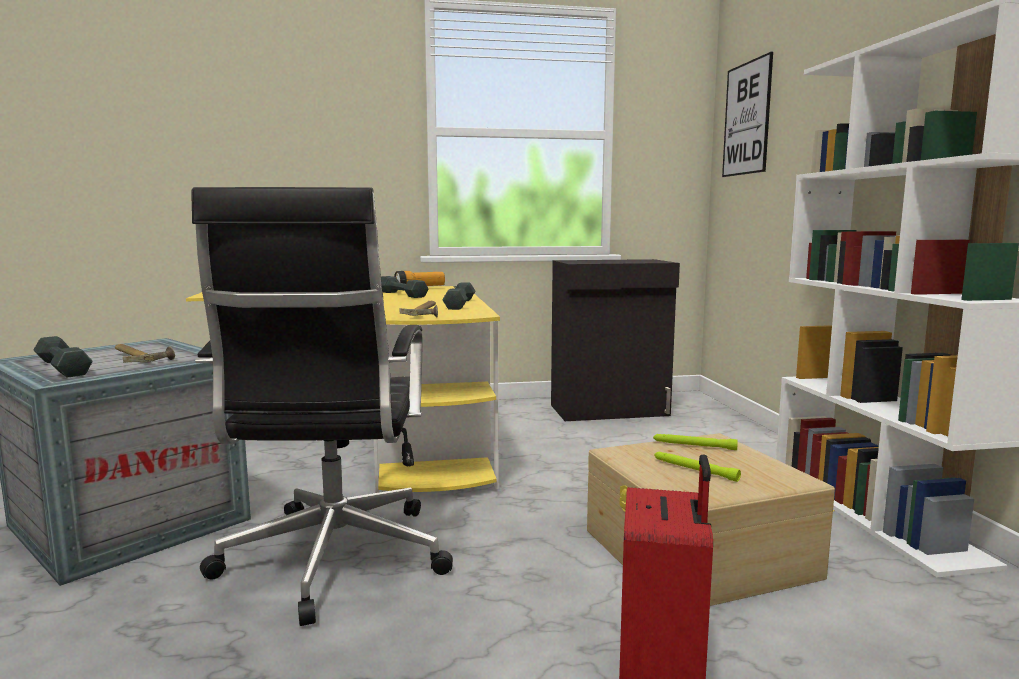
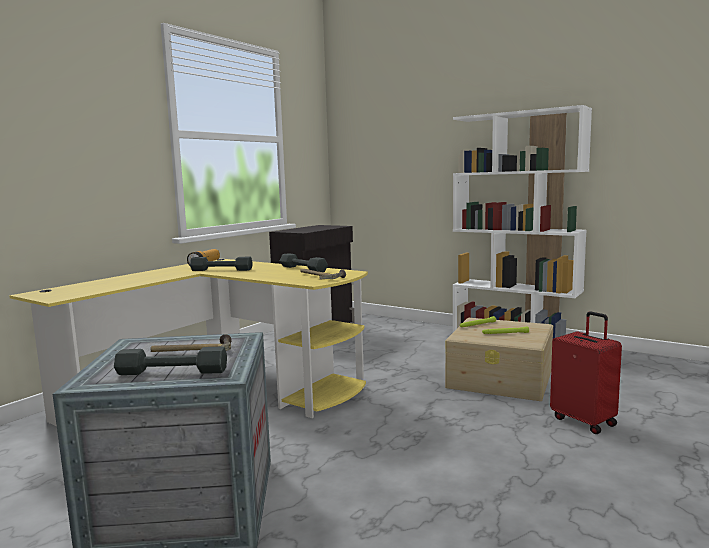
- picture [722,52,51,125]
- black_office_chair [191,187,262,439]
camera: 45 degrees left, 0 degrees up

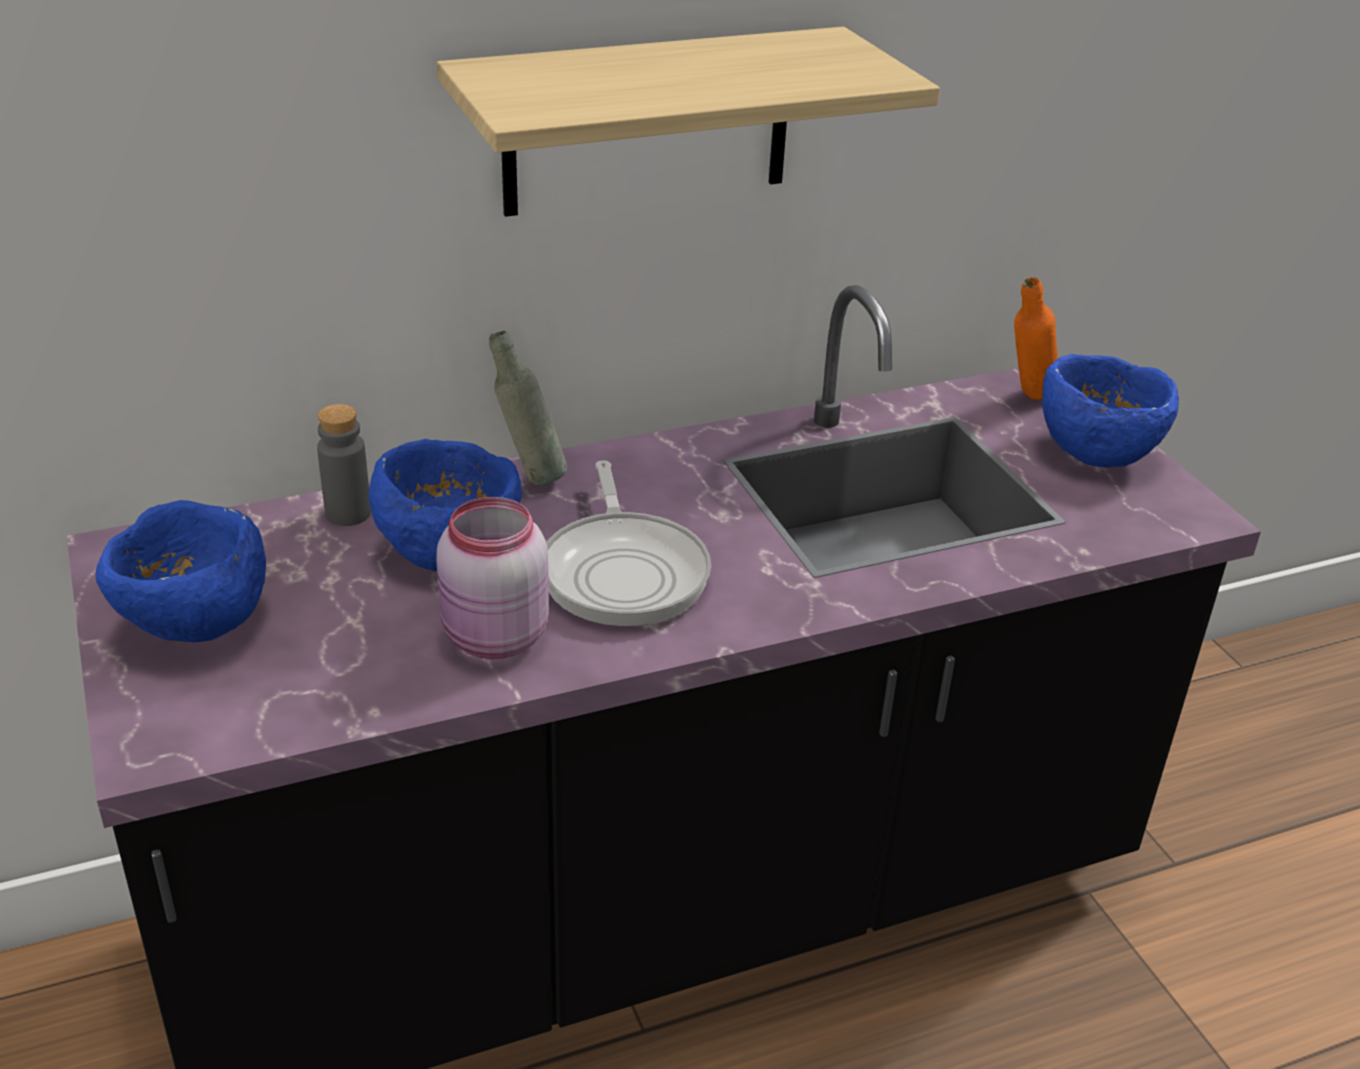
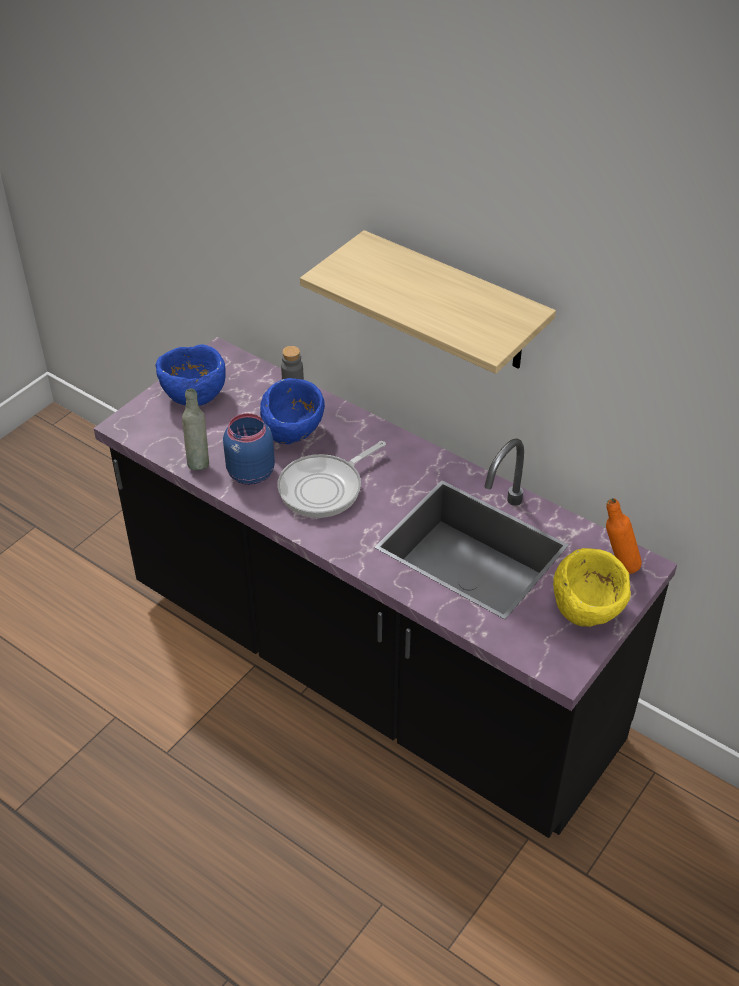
~ grey_drink_bottle [489,331,78,154] to [182,388,27,82]
~ bluish_serving_bowl [1042,354,137,113] to yellowish_serving_bowl [553,548,78,79]
~ pink_preserve_jar [436,497,113,162] to bluish_preserve_jar [223,413,52,72]
camera: 60 degrees right, 10 degrees up

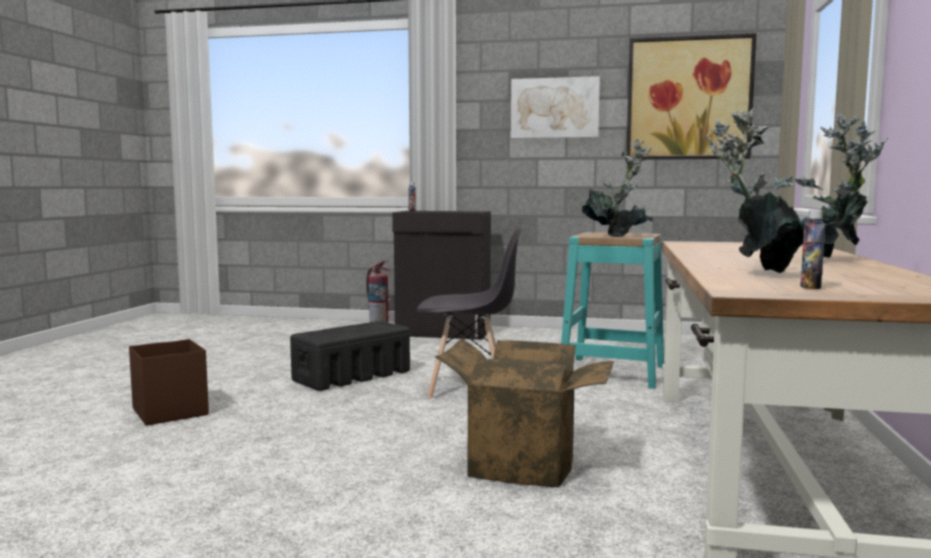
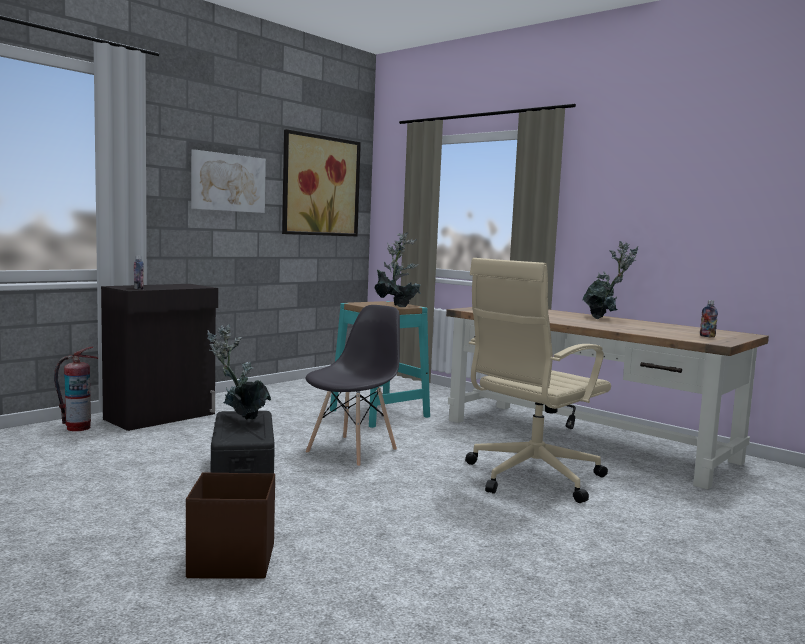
~ plant_in_a_pot [706,108,98,165] to [207,324,64,96]
~ cardboard_box [435,338,179,150] to beige_office_chair [465,258,146,245]
camera: 60 degrees left, 0 degrees up

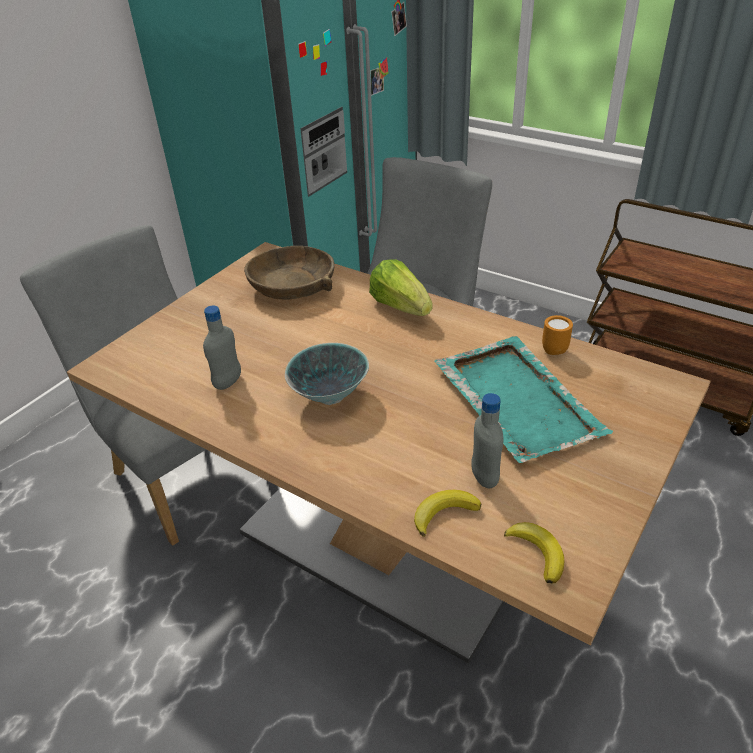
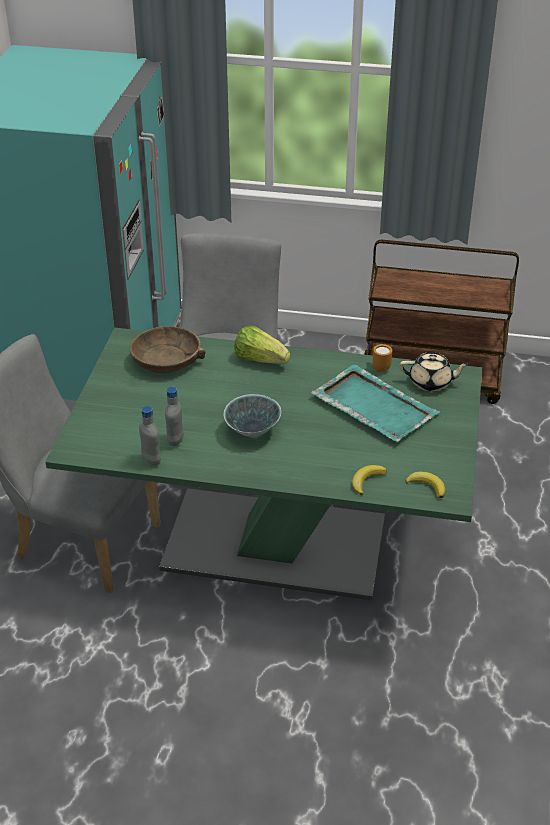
~ brown_dinner_table [67,242,644,421] to green-coloured_dinner_table [45,328,437,272]
~ grey_drink_bottle [472,393,31,95] to [139,406,22,60]
+ beige_teapot [400,352,70,39]
camera: 25 degrees left, 0 degrees up

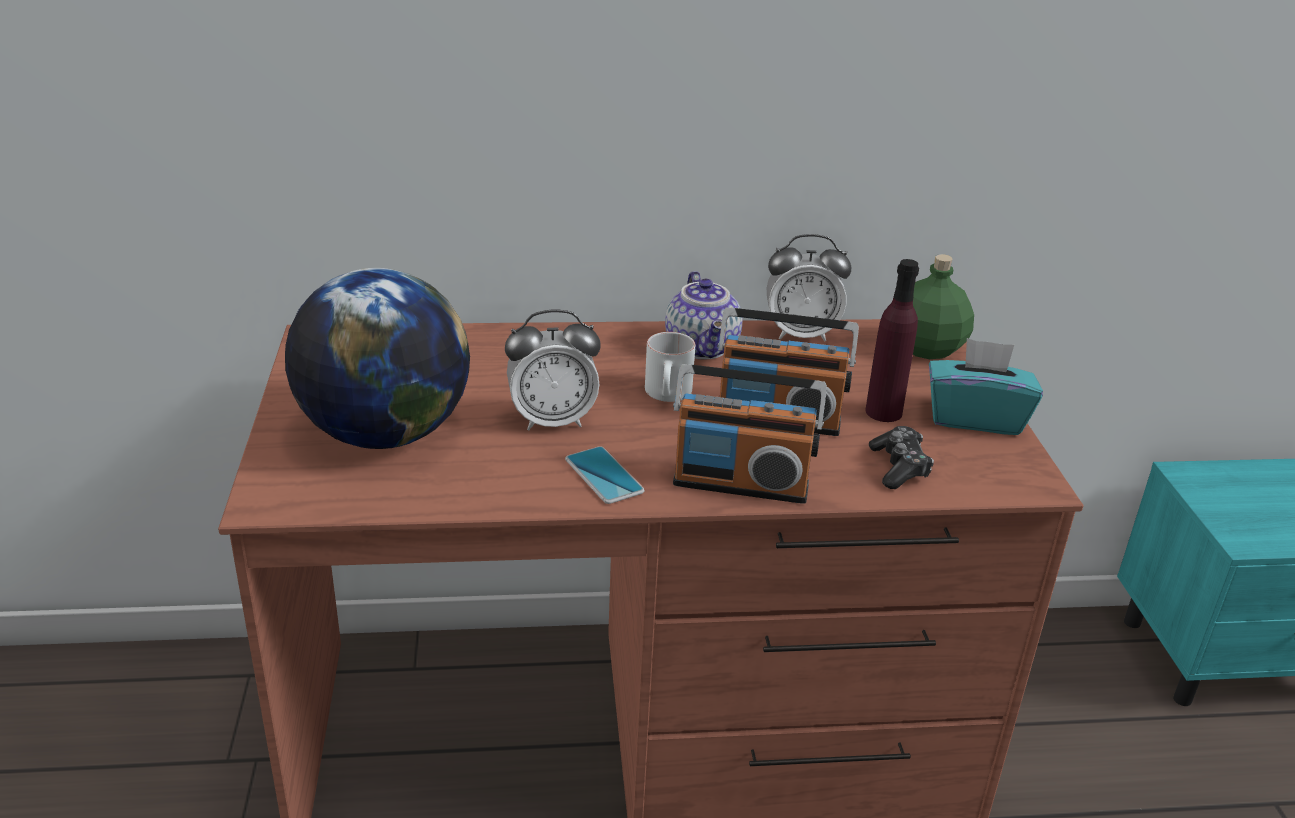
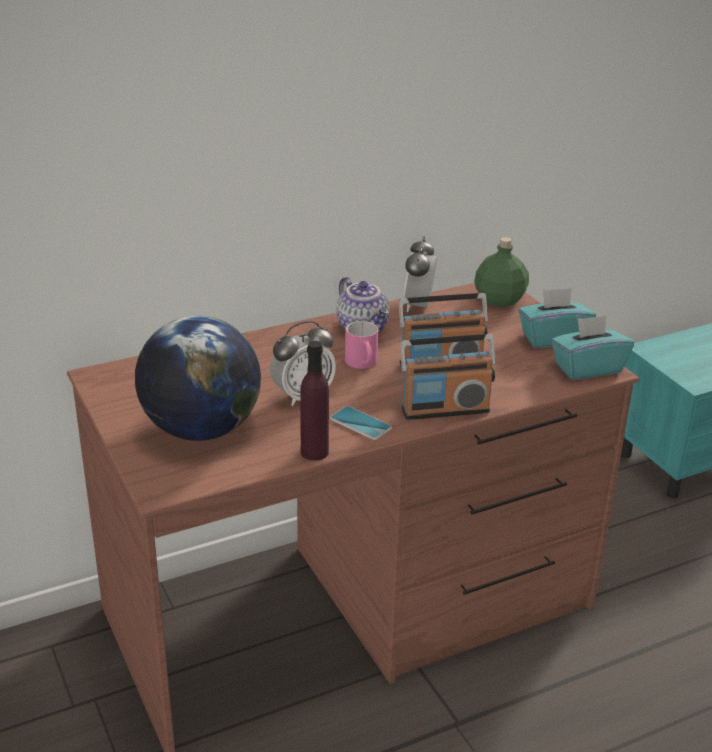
~ table_clock [767,234,84,108] = [403,236,34,76] 120 degrees clockwise
~ purple-coloured_drink_bottle [865,259,54,163] to [300,341,29,120]
~ whitish_mug [645,332,50,70] to pink_mug [345,321,33,48]
- gamepad [869,426,65,63]
+ blue-green_tissue_holder [551,315,83,65]
camera: 20 degrees left, 0 degrees up

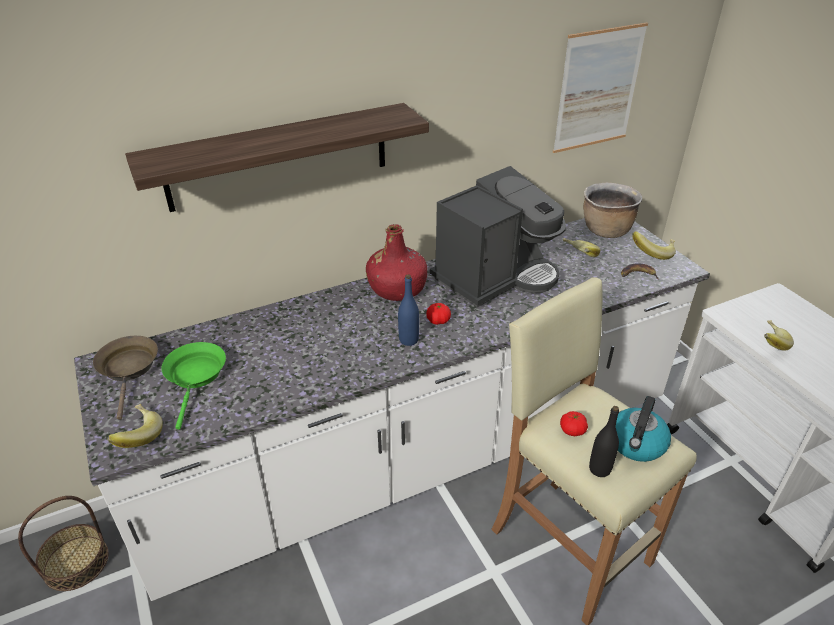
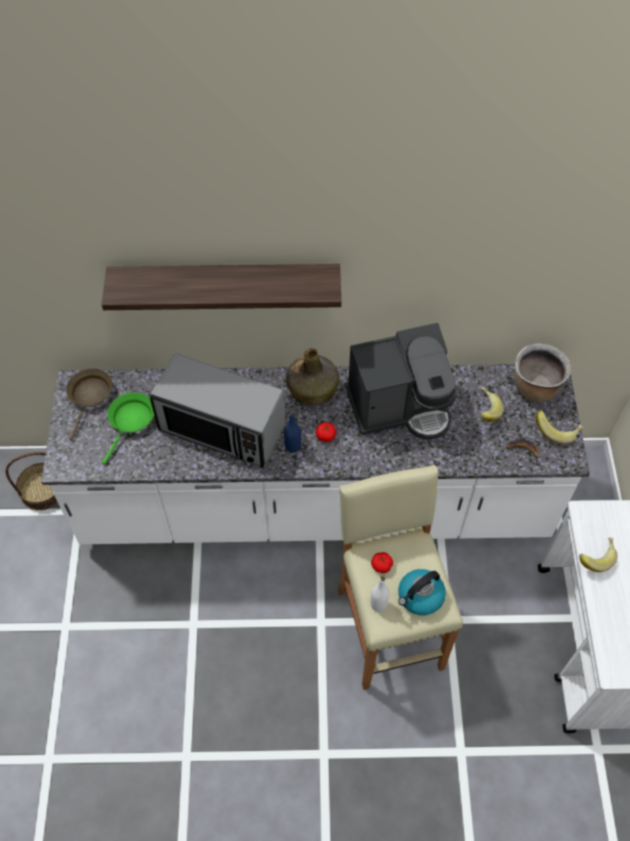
- picture [553,23,95,130]
~ red-coloured_drink_bottle [366,224,61,77] to green-coloured_drink_bottle [286,348,53,58]
- whole_banana [108,404,55,44]
~ black_drink_bottle [589,406,30,71] to whitish_drink_bottle [370,576,19,36]
+ microwave_oven [150,353,135,115]
camera: 25 degrees right, 20 degrees up

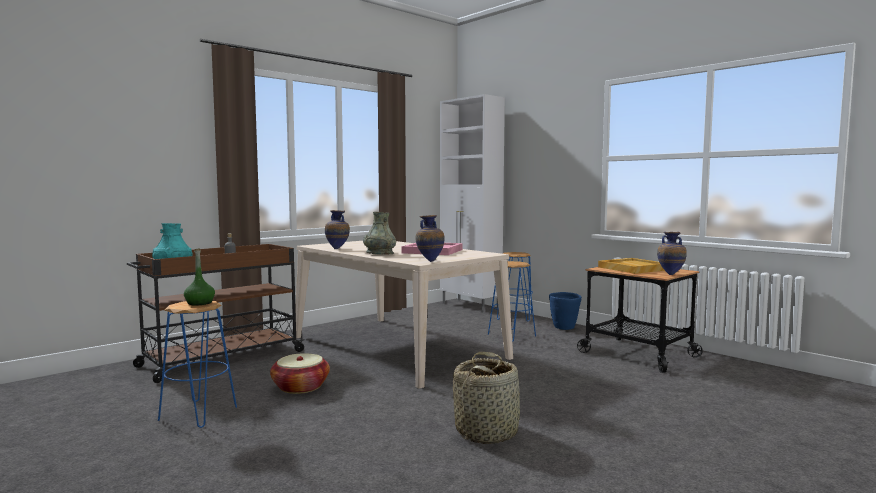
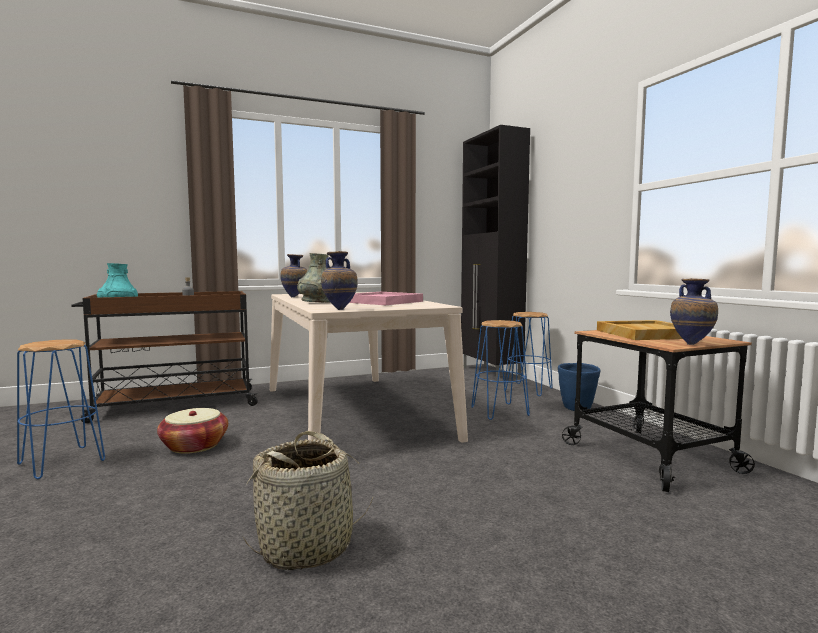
~ whitish_cabinet [440,94,65,218] to black_cabinet [461,125,69,256]
- green-coloured_drink_bottle [184,249,31,57]
camera: 20 degrees right, 0 degrees up

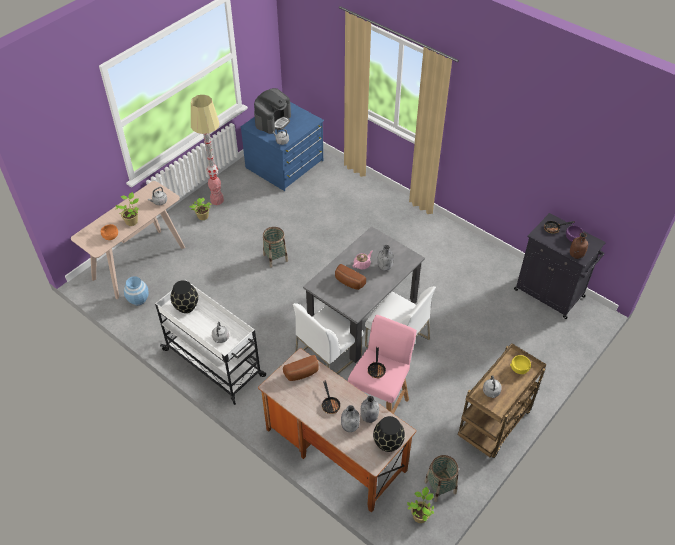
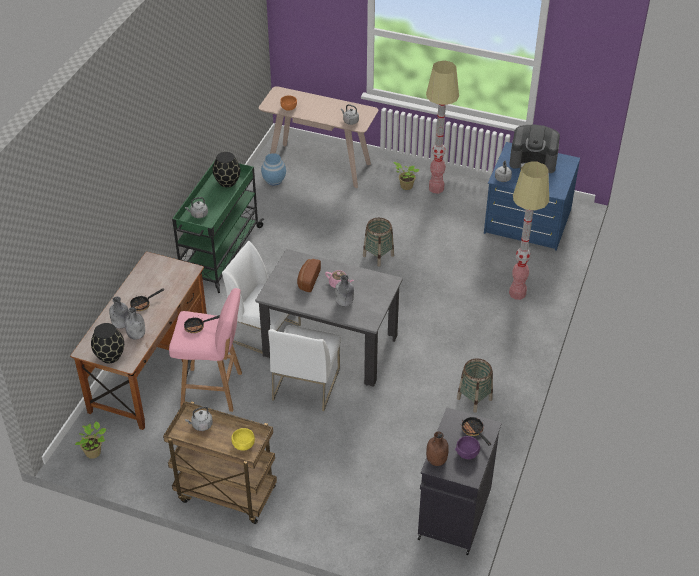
- plant_in_a_pot [116,192,23,34]
~ whitish_trolley [155,280,111,125] to green-coloured_trolley [172,159,92,134]
- baked_bread [283,355,36,26]
~ basket [424,455,35,47] to [457,358,36,55]
+ standard_lamp [509,162,40,138]
camera: 70 degrees right, 5 degrees down

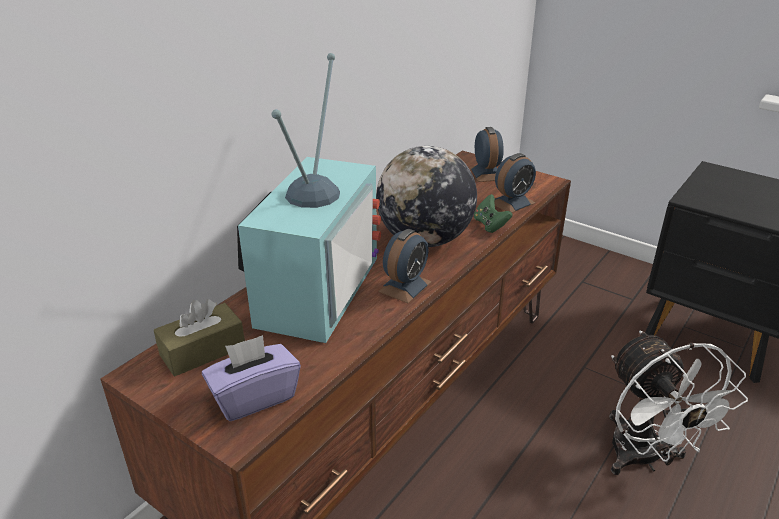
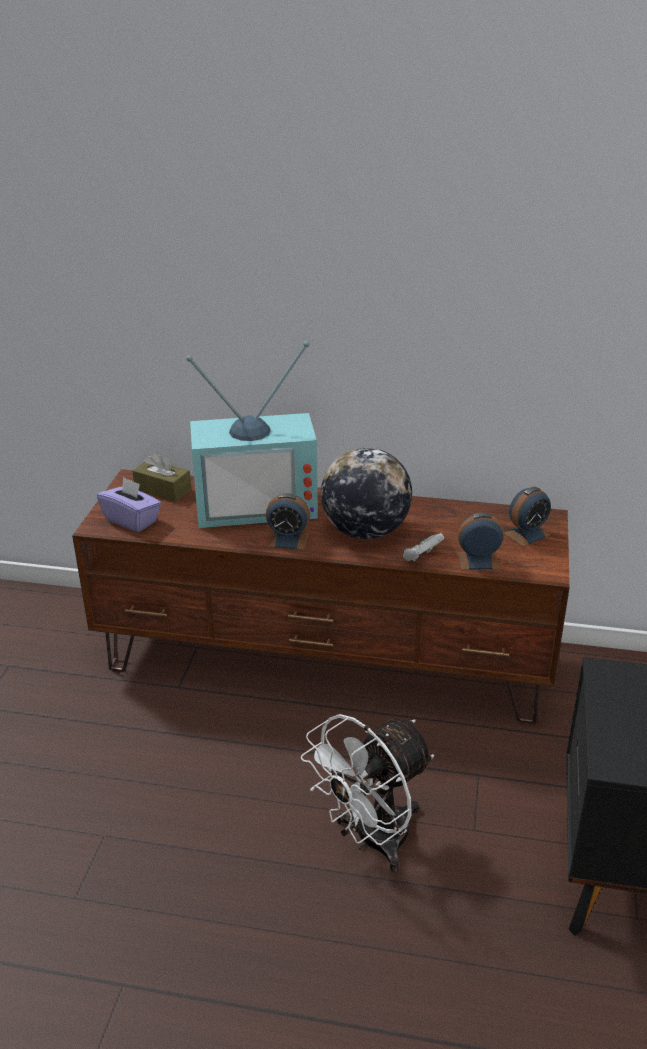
~ table_clock [495,153,41,60] = [457,512,47,58] 150 degrees clockwise
~ green-coloured_gamepad [474,194,38,39] to whitish_gamepad [403,533,41,29]
camera: 65 degrees right, 0 degrees up

